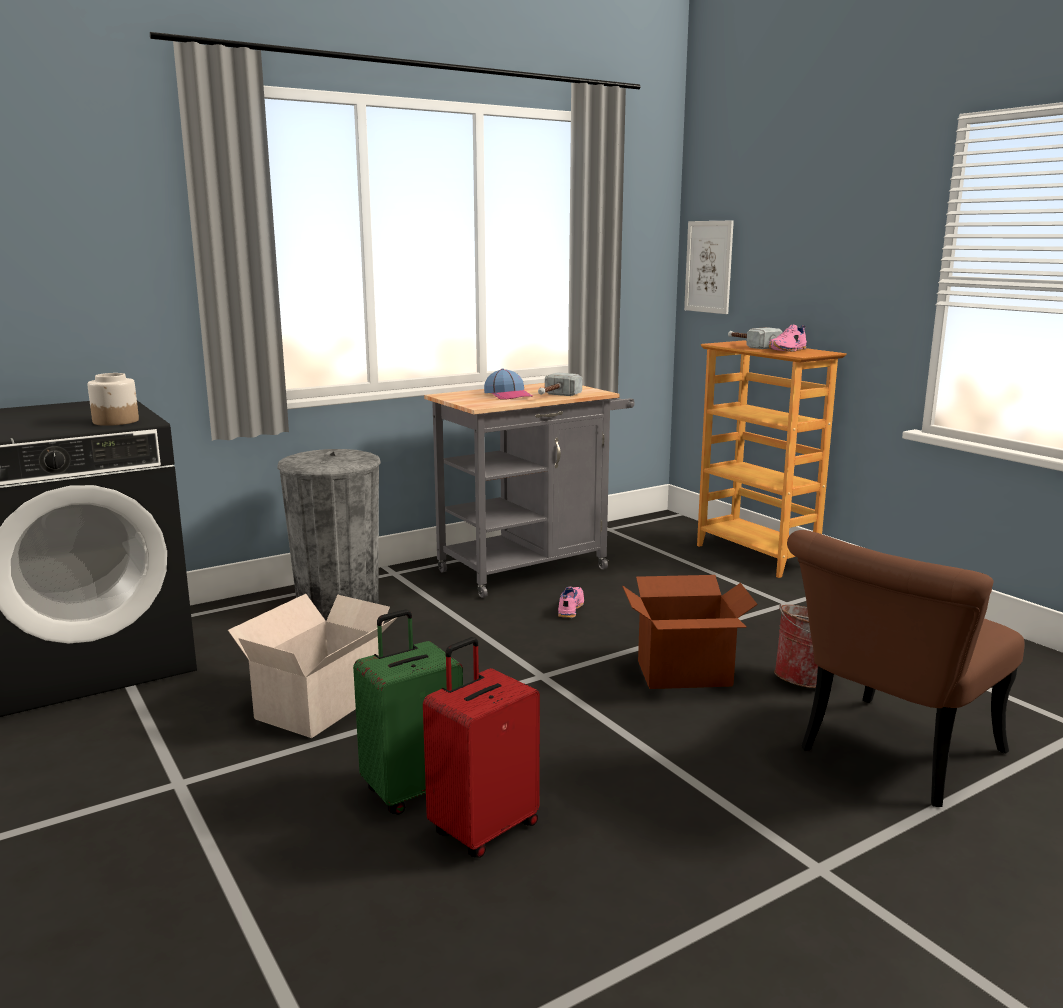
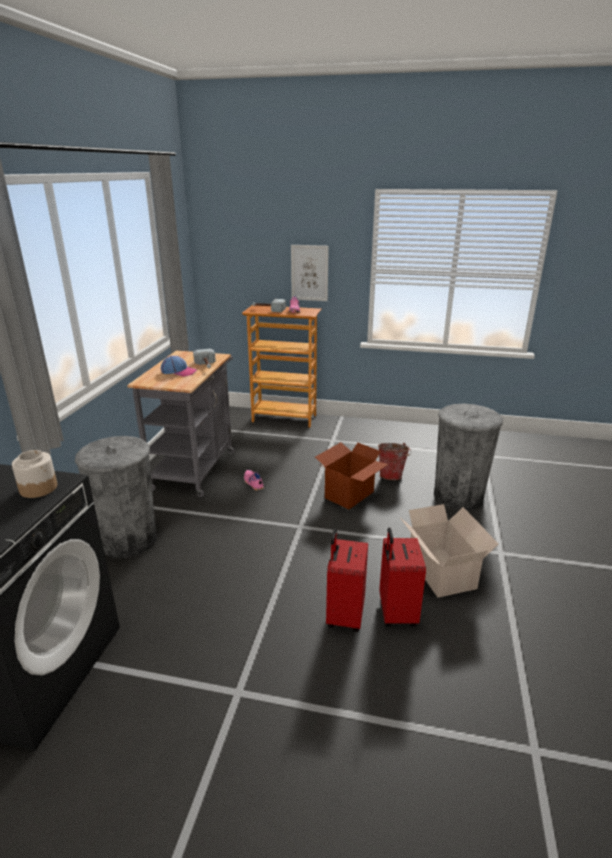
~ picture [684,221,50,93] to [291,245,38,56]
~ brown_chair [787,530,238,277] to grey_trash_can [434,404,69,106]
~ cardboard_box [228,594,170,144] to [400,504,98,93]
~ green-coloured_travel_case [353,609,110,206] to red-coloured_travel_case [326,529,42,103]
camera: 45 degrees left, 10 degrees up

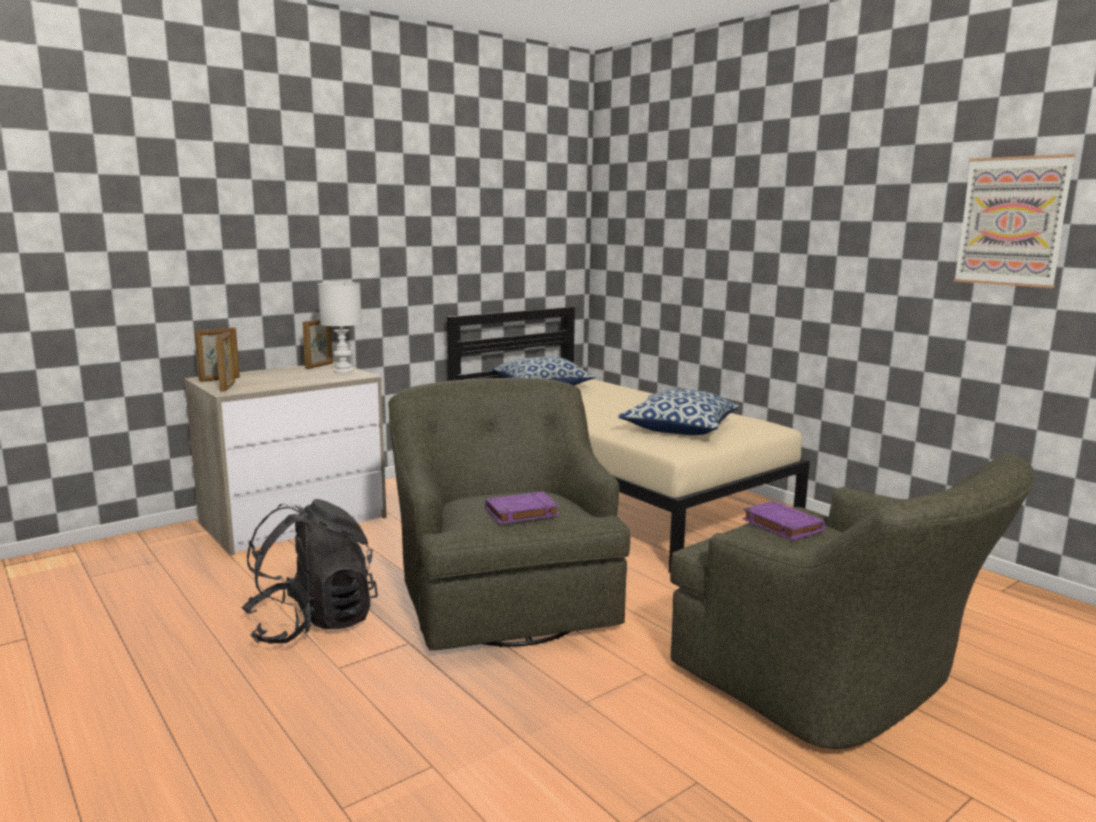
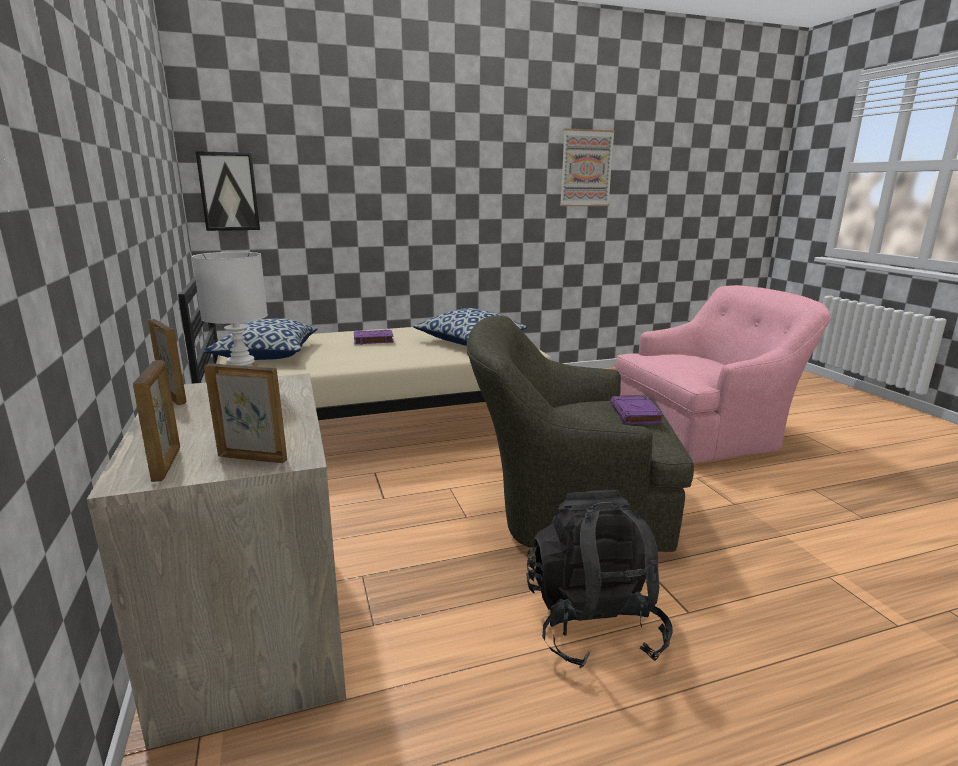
~ green-coloured_lounge_chair [670,455,364,294] to pink_lounge_chair [615,285,216,178]
~ purple-coloured_book [743,501,82,40] to [354,330,40,15]
+ picture [195,151,65,80]
camera: 70 degrees left, 5 degrees up

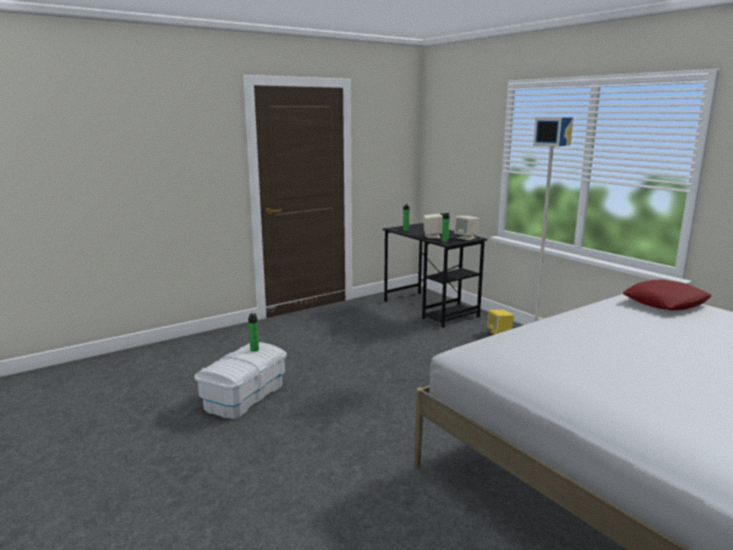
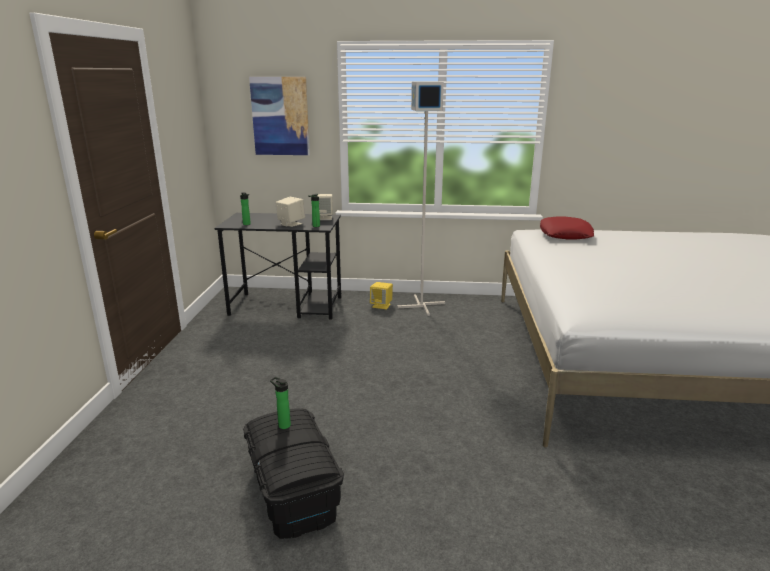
~ whitish_storage_bin [194,342,93,77] to black_storage_bin [243,408,101,131]
+ picture [249,77,61,78]
camera: 50 degrees left, 5 degrees up

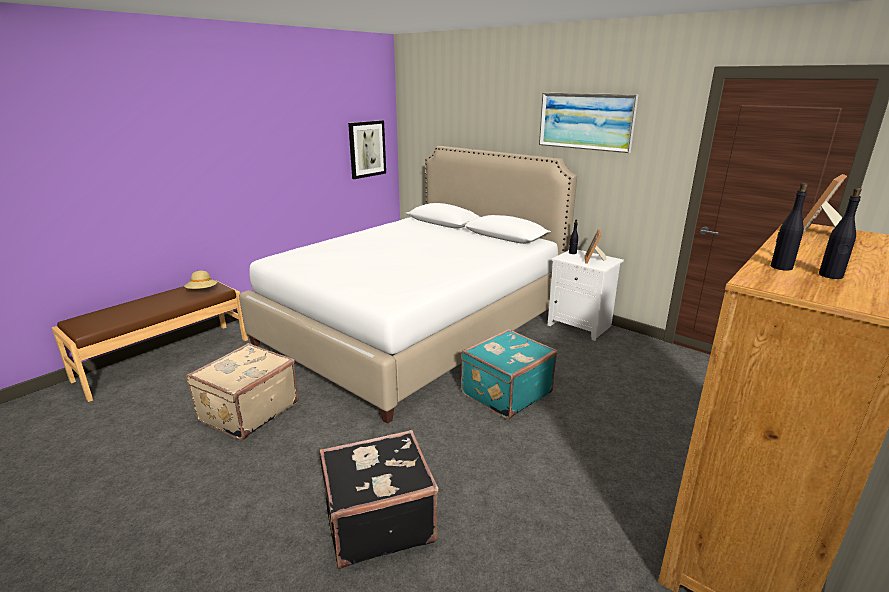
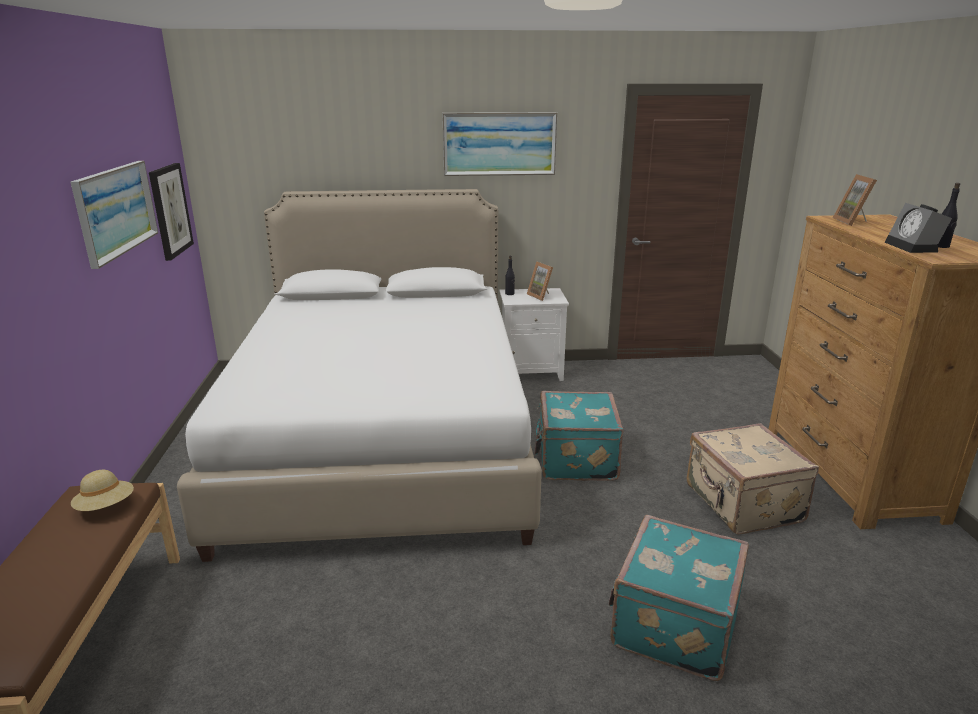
~ black_drink_bottle [770,183,38,88] to table_clock [885,203,67,50]
~ beige_travel_case [186,343,113,97] to [687,423,132,111]
~ black_travel_case [319,430,119,139] to blue-green_travel_case [608,515,141,166]
+ picture [71,161,87,108]
camera: 45 degrees left, 0 degrees up

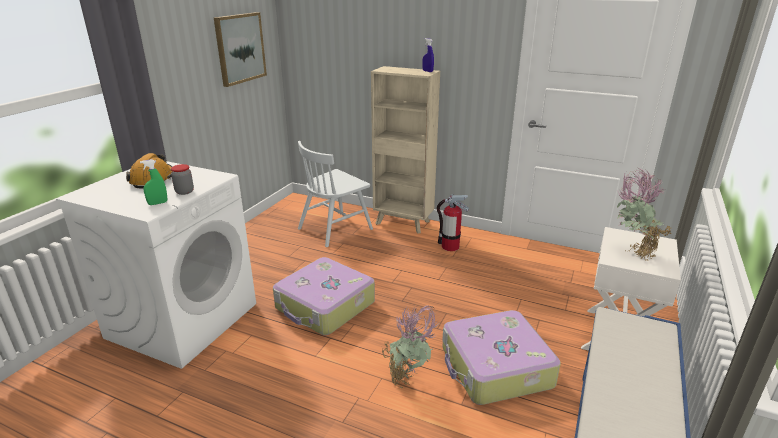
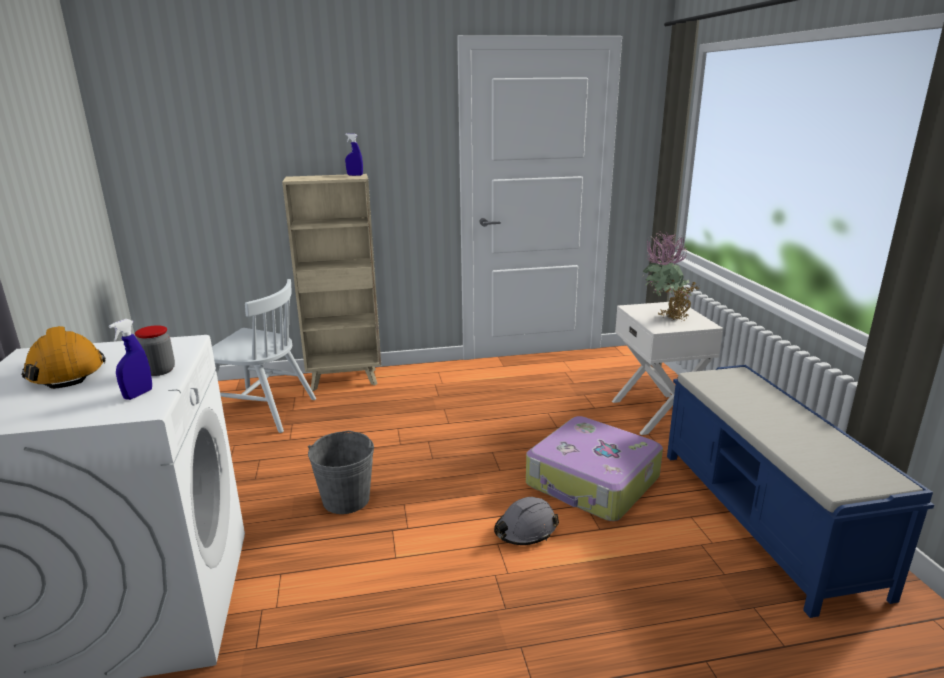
- picture [214,12,53,75]
~ whitish_chair [298,141,75,106] = [212,279,104,154] 90 degrees counterclockwise
~ green-coloured_sprayer [140,159,27,46] to bluish_sprayer [109,319,43,81]
- fire_extinguisher [437,194,32,57]
~ travel_case [273,257,102,78] to grey_bucket [308,430,66,84]
~ plant_in_a_pot [382,305,56,83] to grey_work_helmet [494,497,65,48]
camera: 35 degrees left, 5 degrees down

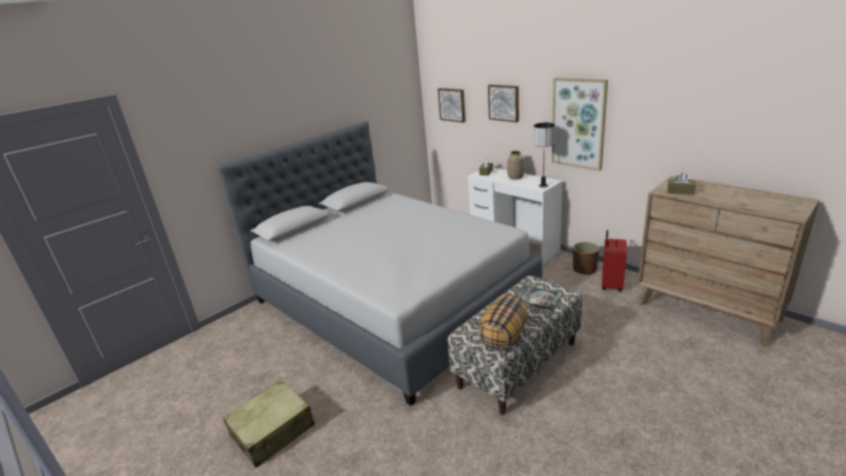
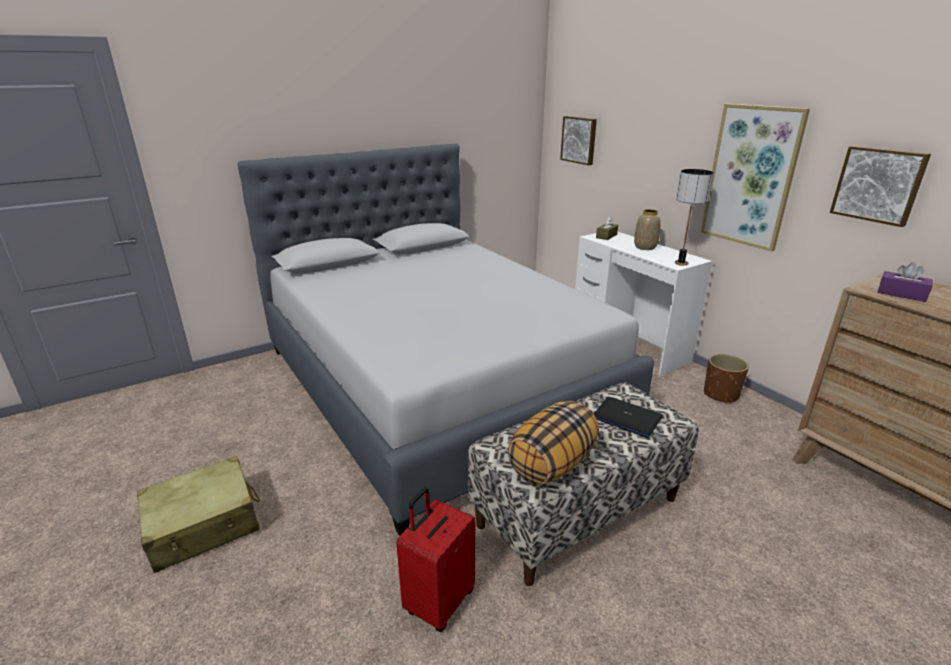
~ picture [488,85,31,37] to [830,146,101,81]
~ brown_tissue_holder [667,172,29,23] to purple-coloured_tissue_holder [878,262,55,40]
~ red-coloured_travel_case [602,230,25,62] to [396,487,79,145]
~ book [516,285,46,26] to portable_computer [594,397,68,41]
camera: 10 degrees right, 0 degrees up

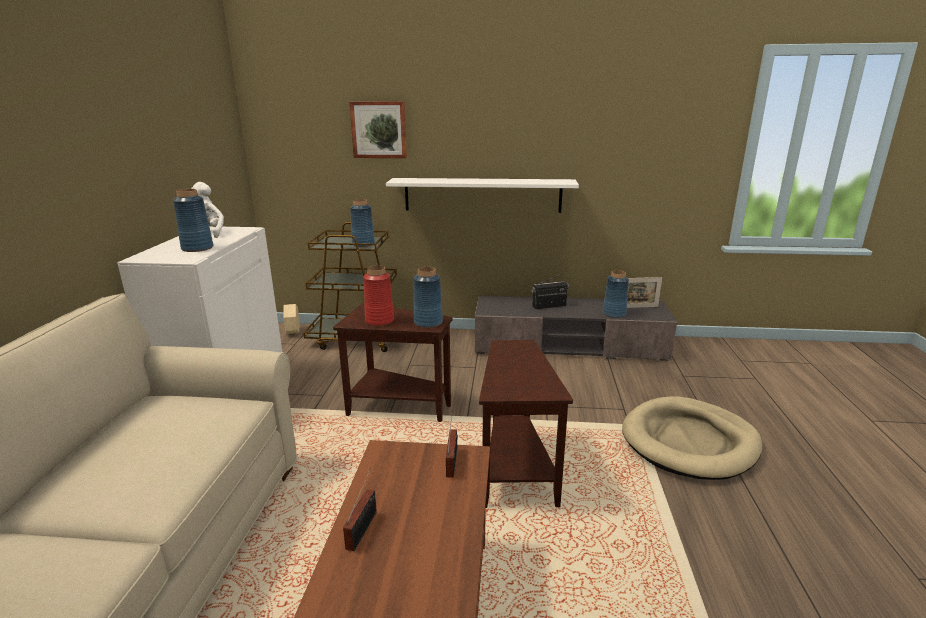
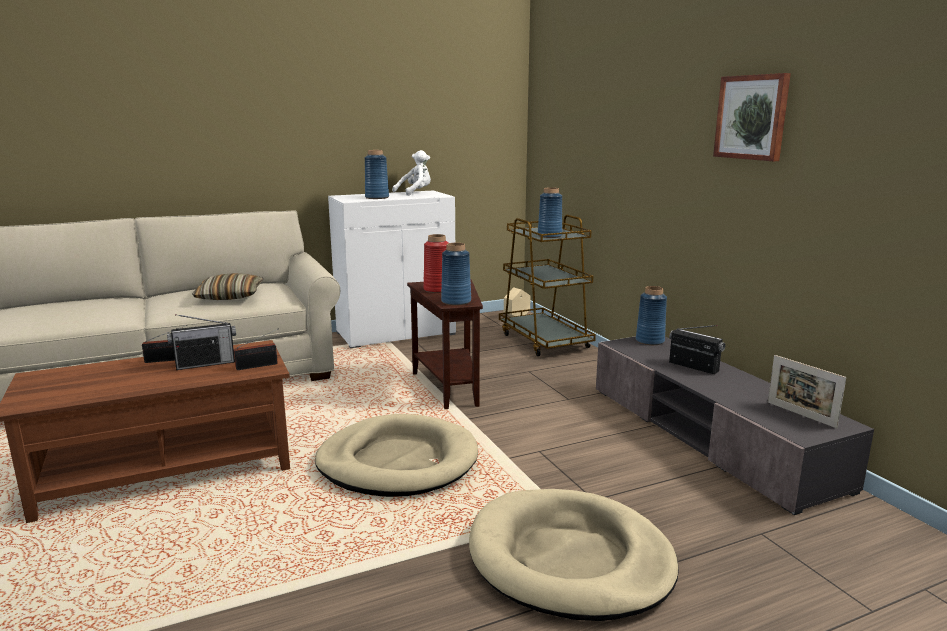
~ picture [349,101,58,57] to [713,73,78,88]
- whitish_bracket_shelf [386,178,193,35]
~ bluish_flower_vase [603,270,26,48] to [636,286,31,59]
~ brown_end_table [479,340,94,168] to beige_dog_cushion [315,414,163,83]
+ throw_pillow [192,273,71,27]
+ radio_receiver [167,314,69,56]
camera: 60 degrees right, 5 degrees down

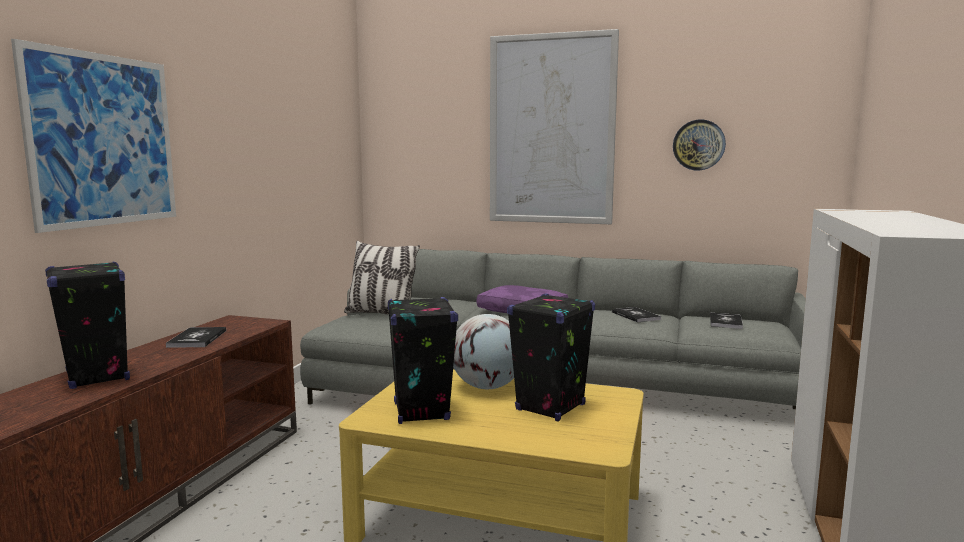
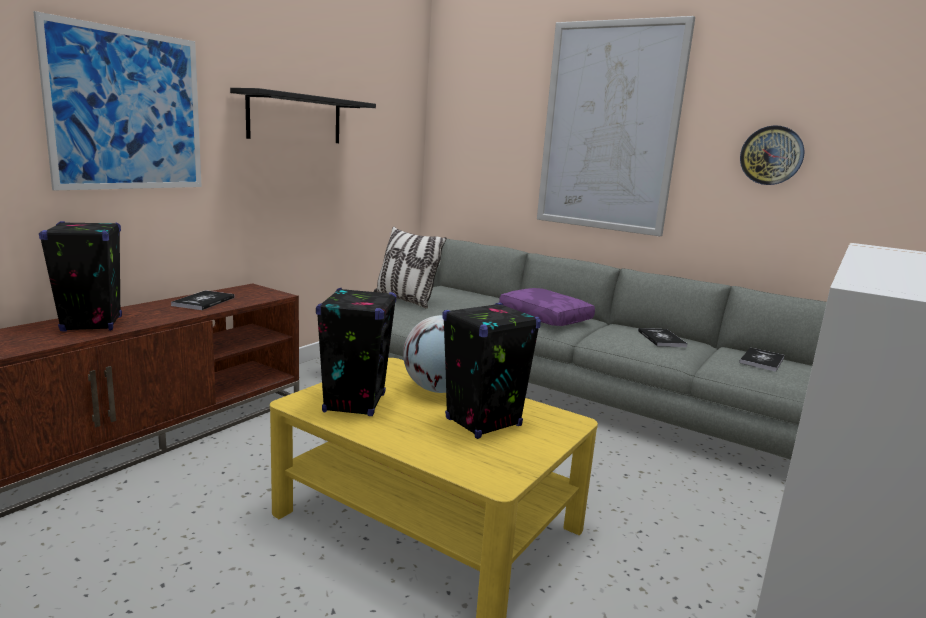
+ black_bracket_shelf [230,88,146,55]
camera: 15 degrees right, 5 degrees up

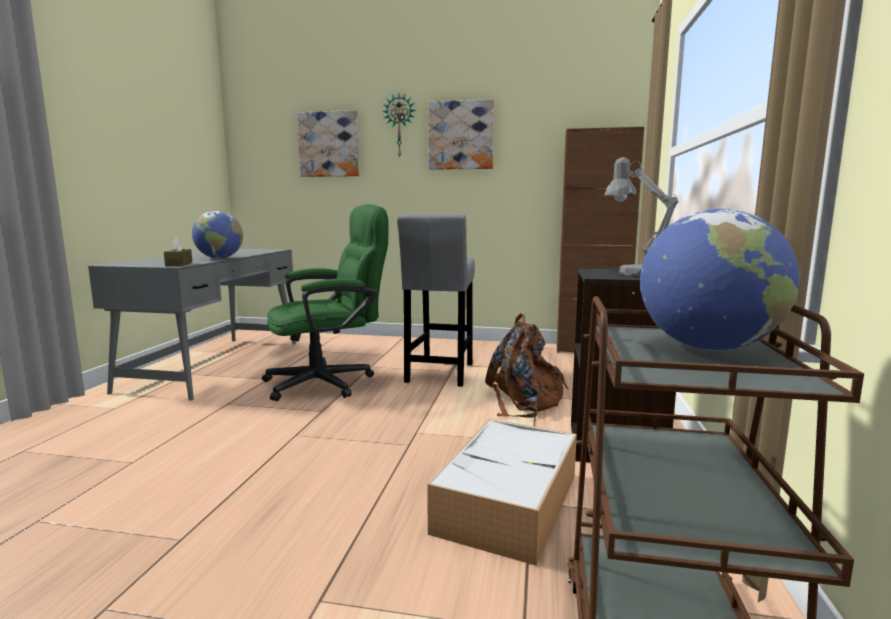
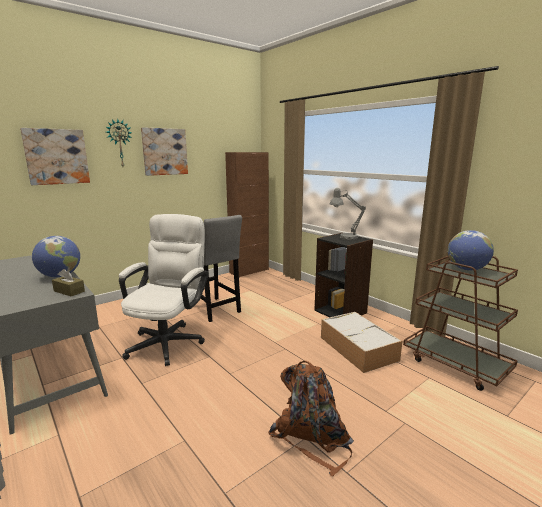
~ green-coloured_office_chair [262,204,126,197] to whitish_office_chair [119,214,90,152]
~ brown_knapsack [485,313,84,105] to [268,361,86,116]
camera: 50 degrees left, 5 degrees up

